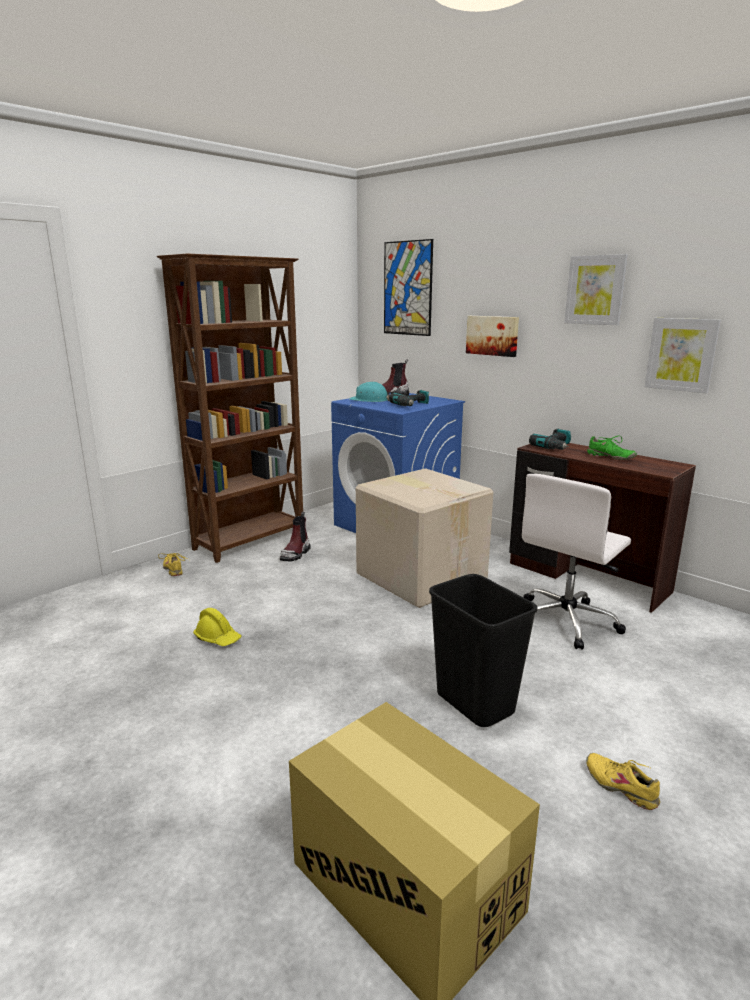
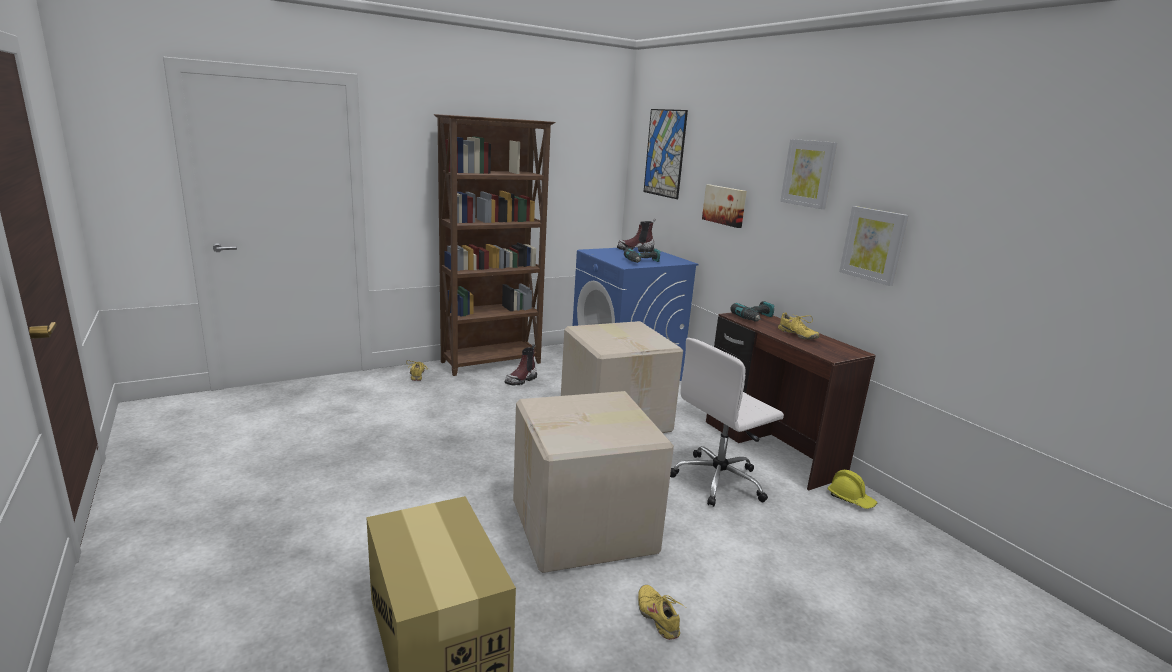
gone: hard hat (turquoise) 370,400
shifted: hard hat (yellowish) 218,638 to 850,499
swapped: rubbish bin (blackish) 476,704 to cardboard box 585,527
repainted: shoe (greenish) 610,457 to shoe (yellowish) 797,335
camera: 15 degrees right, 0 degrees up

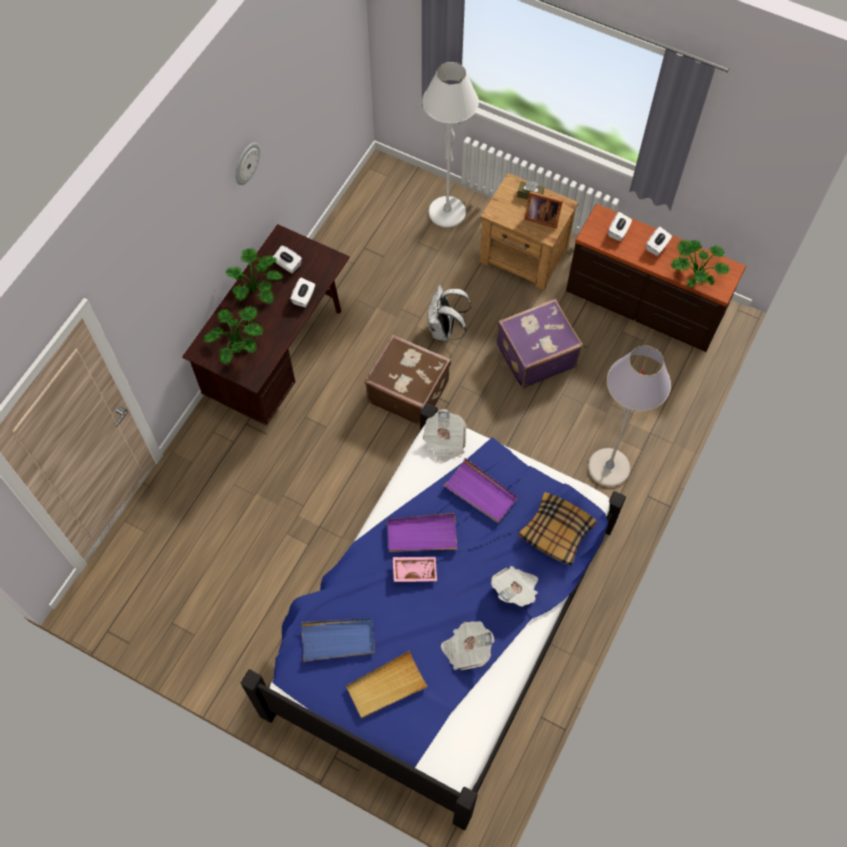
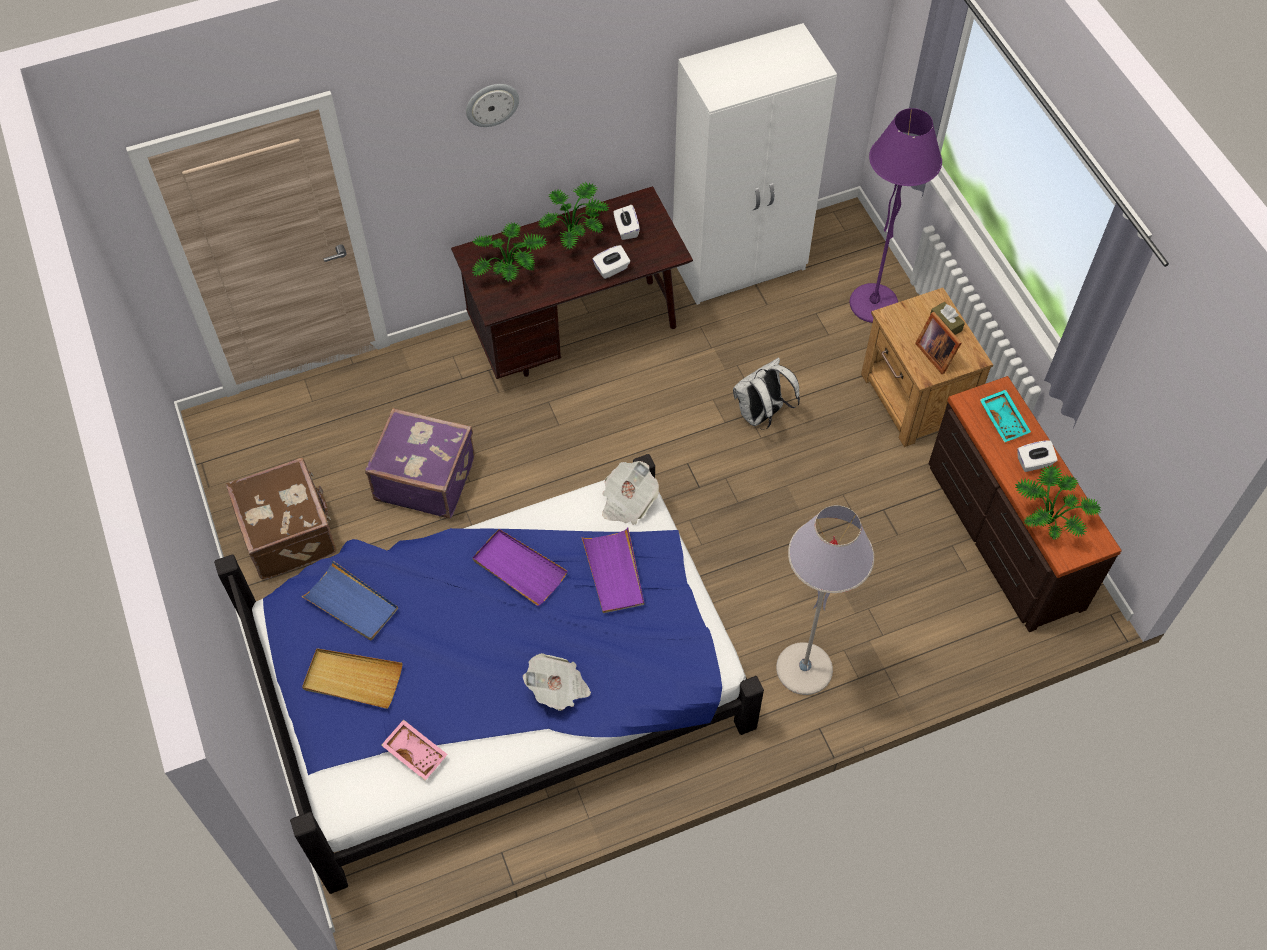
gone: pillow 556,532; printed paper 466,649
new: armoire (white-coloured) 740,265
shifted: clock on the wall 246,163 to 492,104; travel case (purplish) 534,355 to 425,478; travel case (brown-coloured) 408,390 to 290,533; carrying tray (pink) 414,570 to 416,752
swapped: box of tissues (white-coloured) 618,232 to carrying tray (turquoise) 1004,419
repainted: standard lamp (white-coloured) 447,212 to standard lamp (purplish) 874,304
camera: 40 degrees right, 5 degrees down

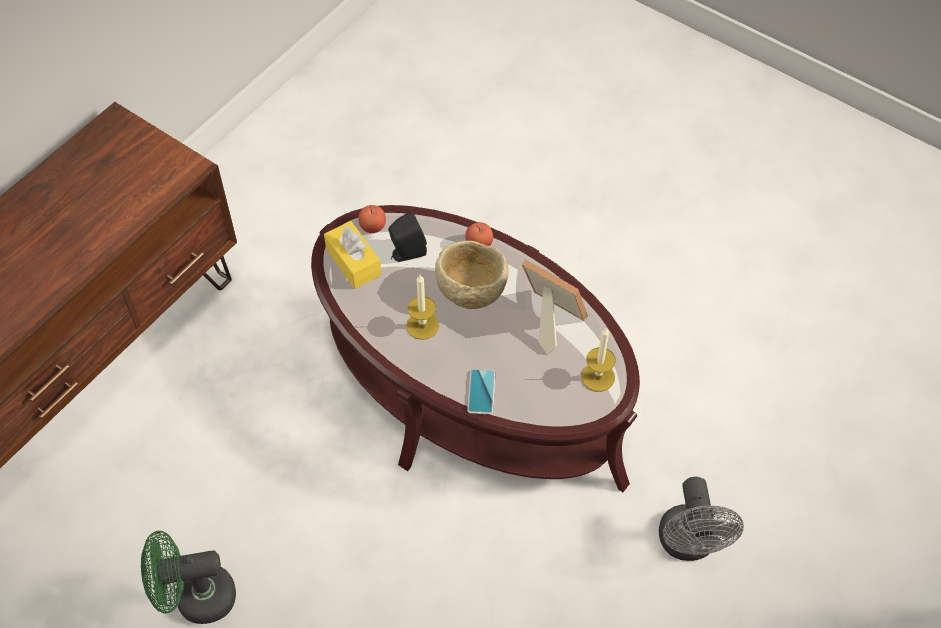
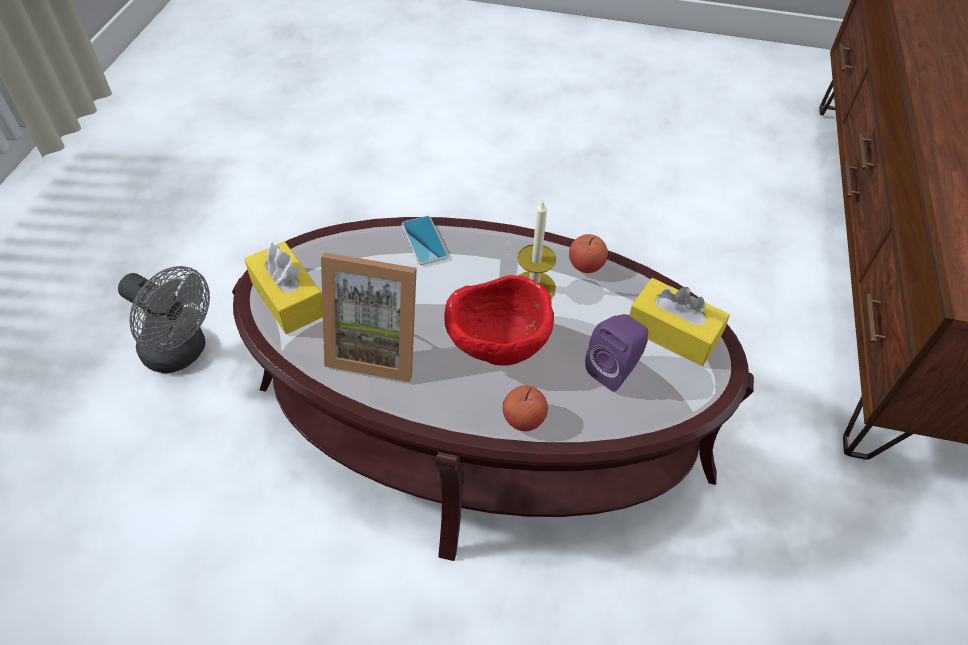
gone: cooling fan (greenish) 195,598
shifted: whole apple 372,226 to 586,265
swapped: wax light 598,377 to box of tissues (yellowish) 288,298
repainted: loudspeaker (blackish) 406,253 to loudspeaker (purplish) 614,369; serving bowl (beige) 471,291 to serving bowl (red) 497,348
rotated: cooling fan (greyish) 689,545 = 182,353 150 degrees clockwise
camera: 155 degrees right, 5 degrees down

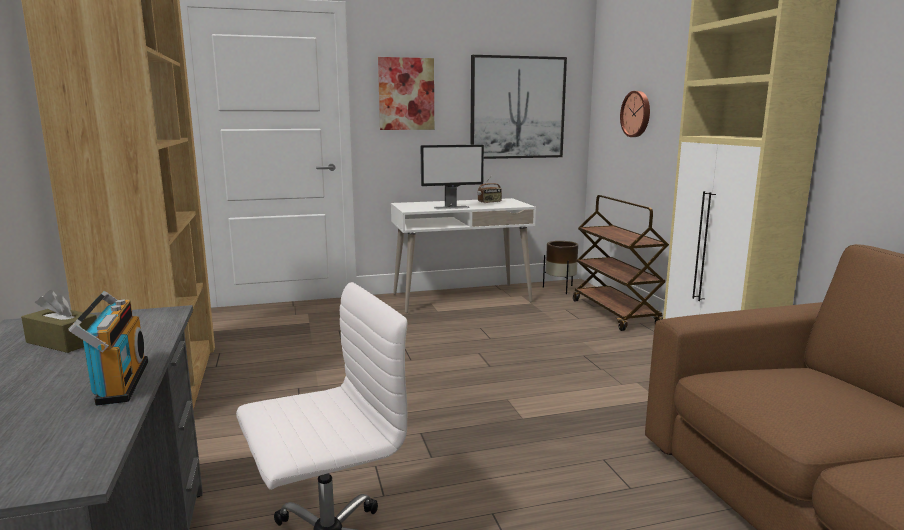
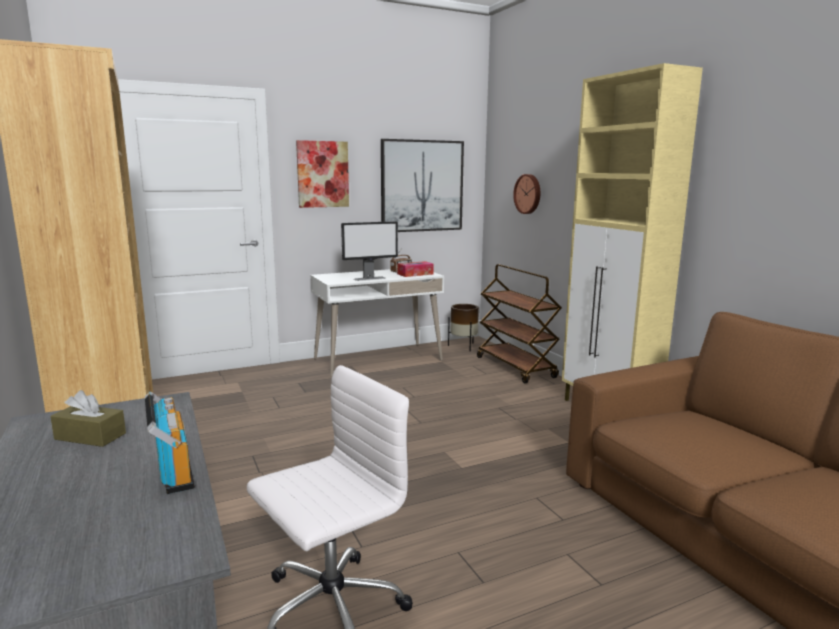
new: box of tissues 415,274
camera: 10 degrees left, 0 degrees up

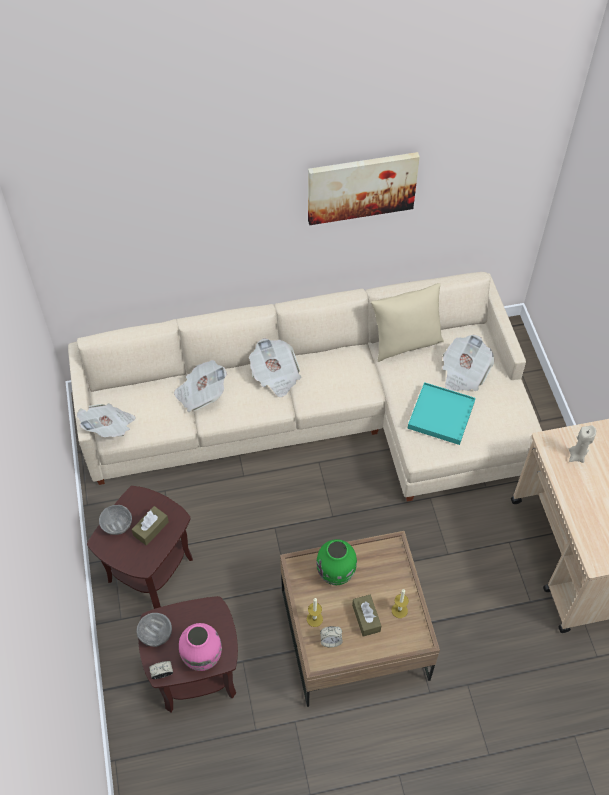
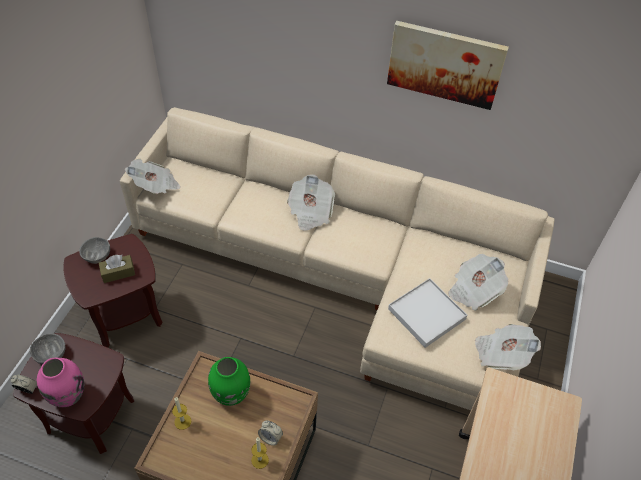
gone: pillow (beige) 405,343; wax light (beige) 577,456; box of tissues (brown-coloured) 366,618
shifted: printed paper 201,394 to 501,354; bedside clock 331,641 to 270,438
repainted: carrying tray (turquoise) 441,415 to carrying tray (white-coloured) 426,314
camera: 30 degrees right, 5 degrees down

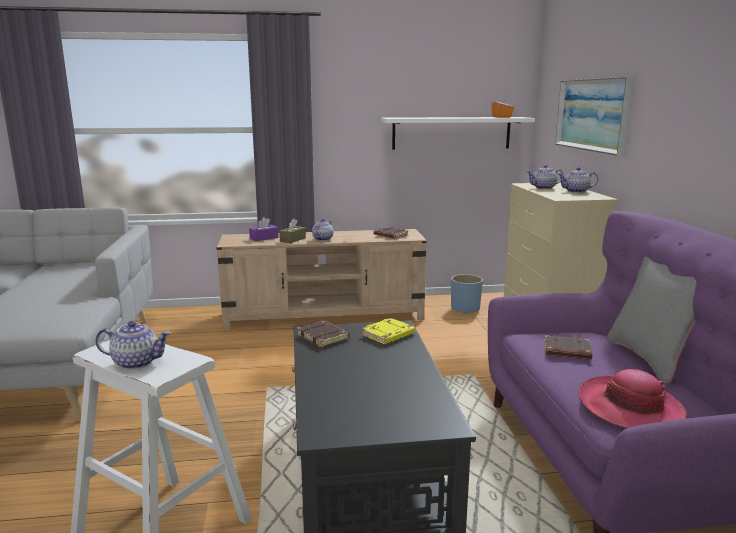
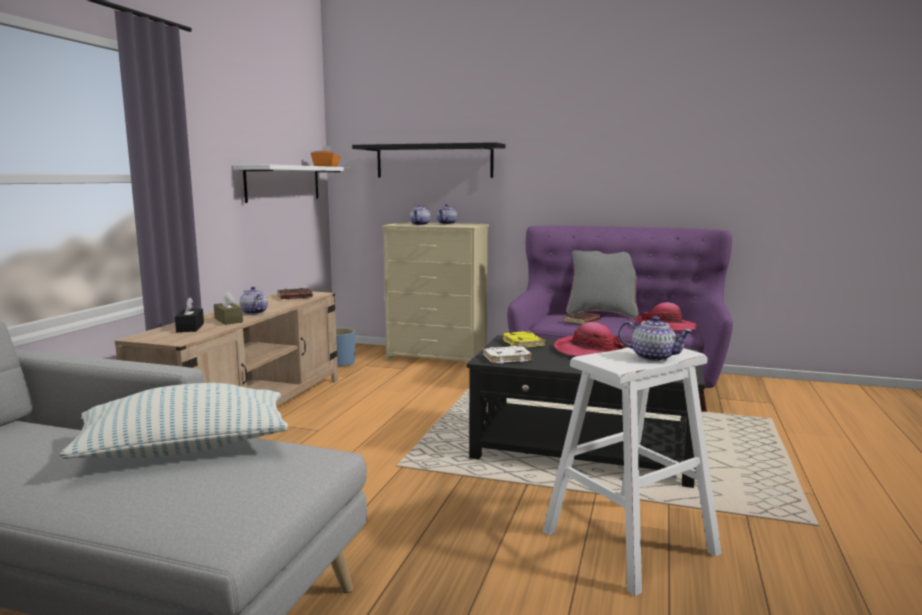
new: wearable hat 590,350; pillow 185,449
swapped: wall picture 592,114 to wall shelf (blackish) 434,161
repainted: box of tissues (purplish) 264,238 to box of tissues (blackish) 190,327; bound book (brown-coloured) 324,337 to bound book (white-coloured) 507,358
rotated: pot for tea 137,362 = 653,357 90 degrees clockwise
camera: 65 degrees left, 5 degrees down

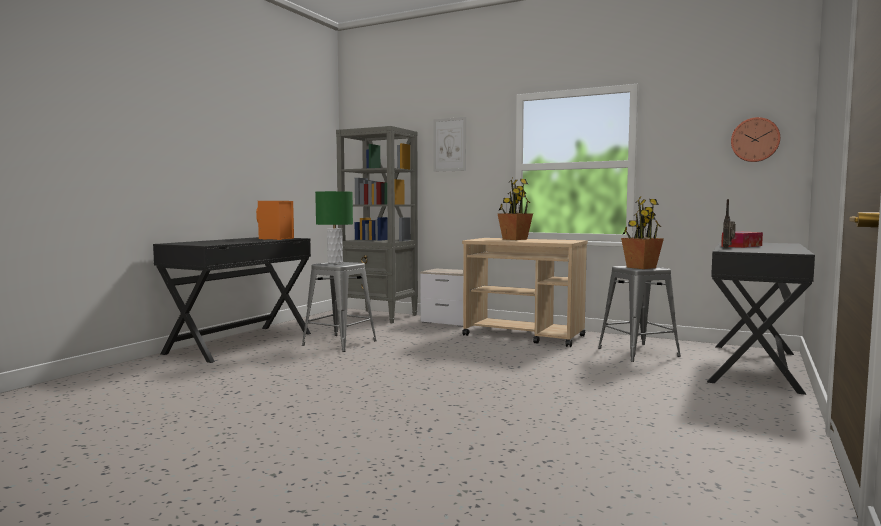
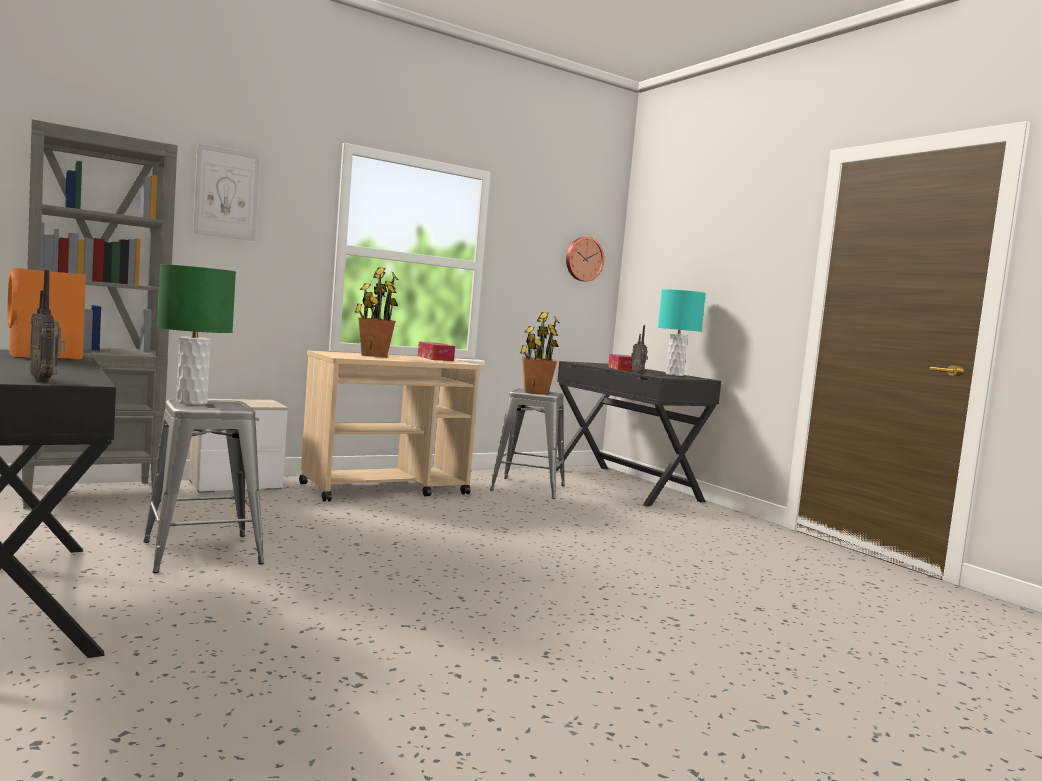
new: radio set 45,380; table lamp (turquoise) 675,375; box of tissues 435,358
camera: 60 degrees left, 0 degrees up

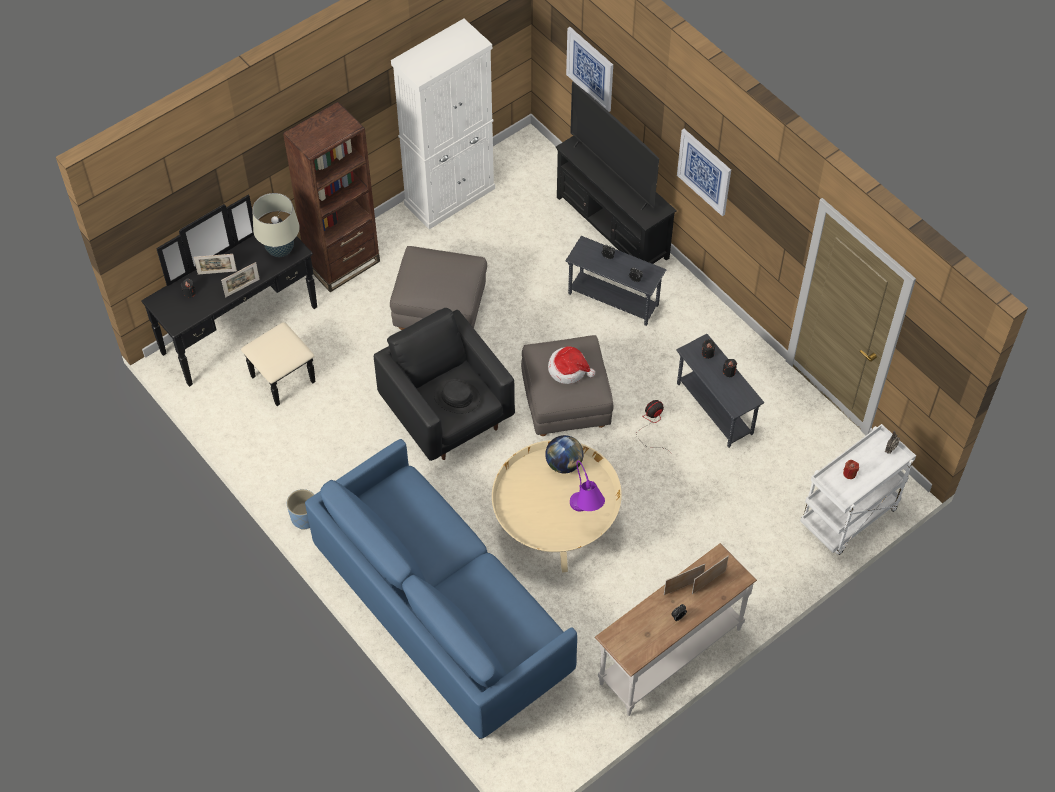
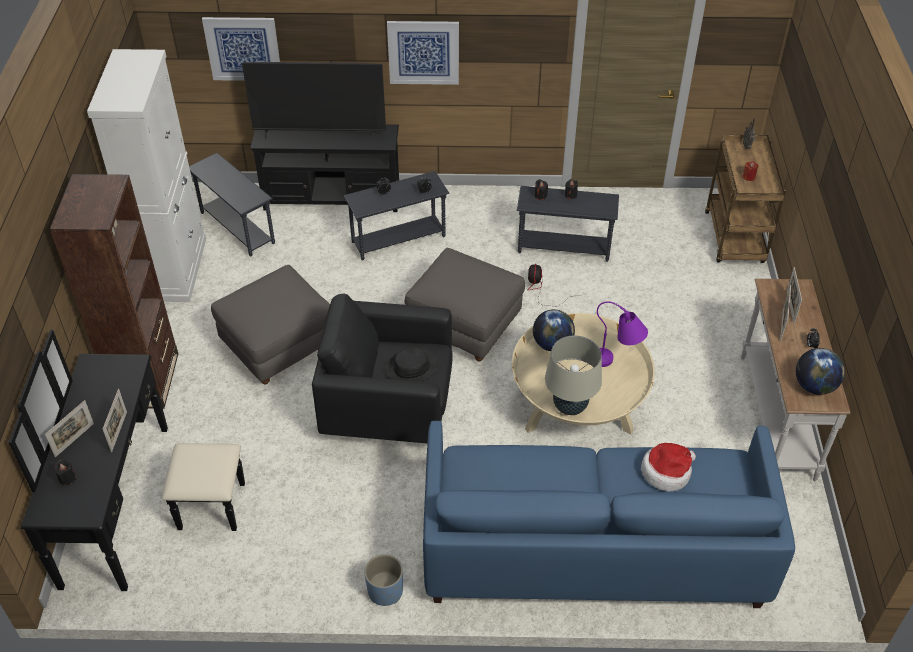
new: end table (greyish) 237,228; globe 814,386
shifted: table lamp (beige) 280,250 to 570,406; wearable hat 568,369 to 666,472
repainted: wheeled cart (white-coloured) 848,518 to wheeled cart (brown-coloured) 735,239
camera: 50 degrees left, 10 degrees down

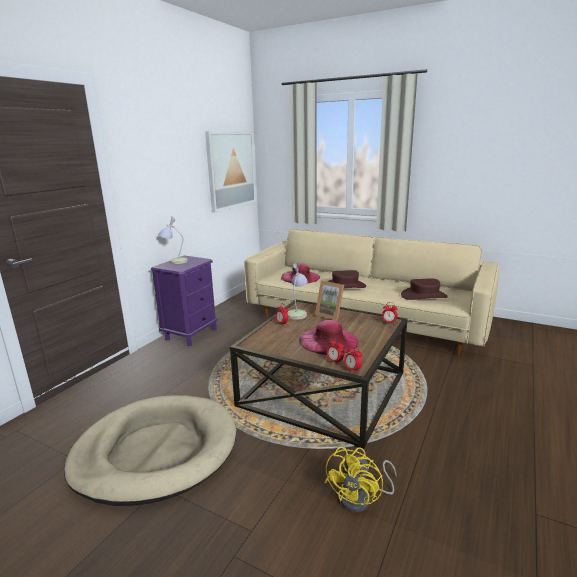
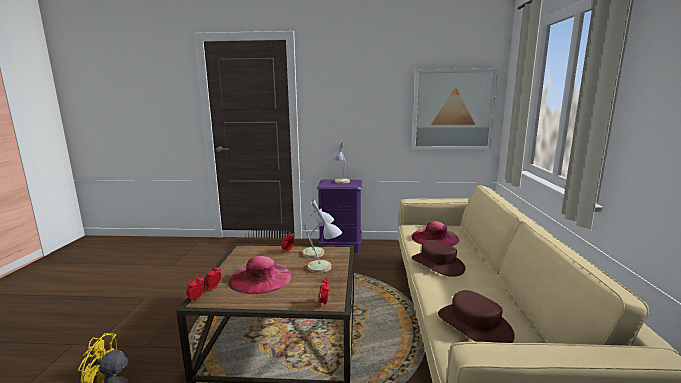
gone: dog cushion (beige) 156,451
swapped: picture frame 330,315 to table lamp 325,267
camera: 65 degrees right, 5 degrees down

